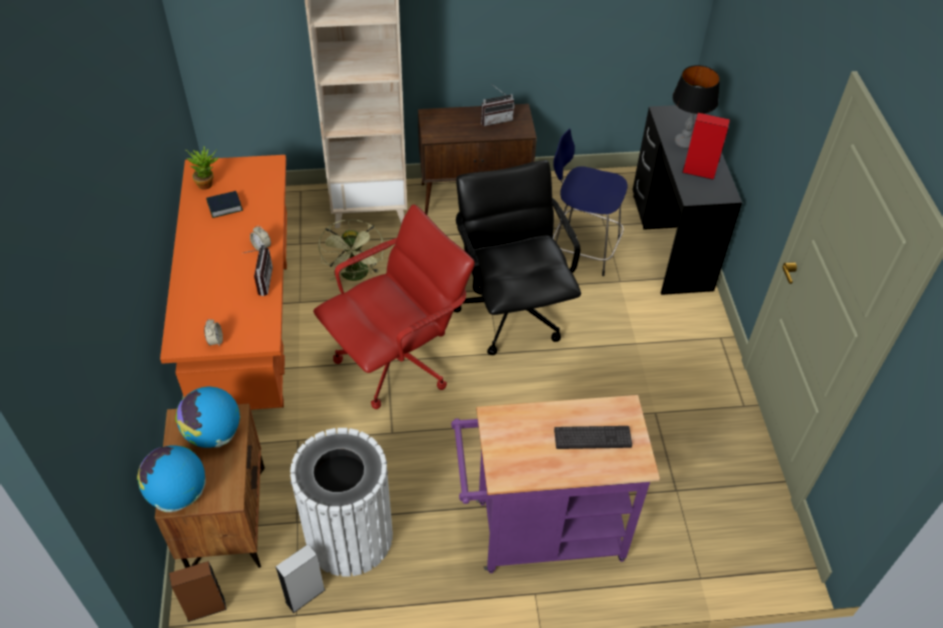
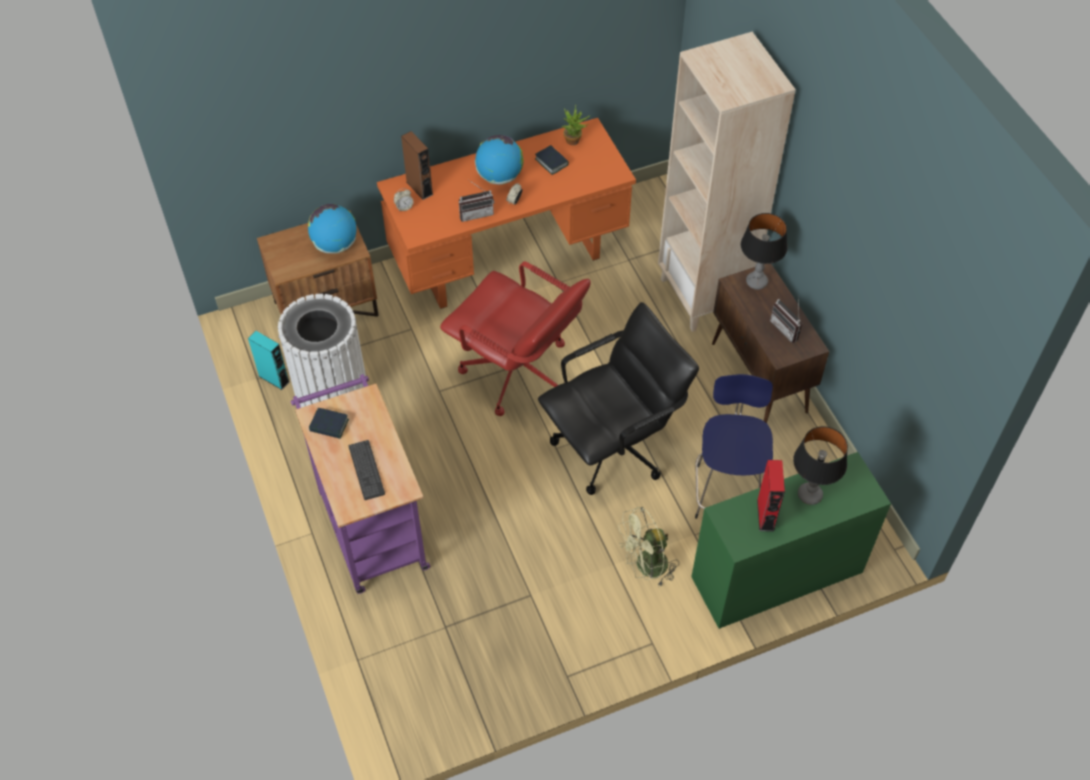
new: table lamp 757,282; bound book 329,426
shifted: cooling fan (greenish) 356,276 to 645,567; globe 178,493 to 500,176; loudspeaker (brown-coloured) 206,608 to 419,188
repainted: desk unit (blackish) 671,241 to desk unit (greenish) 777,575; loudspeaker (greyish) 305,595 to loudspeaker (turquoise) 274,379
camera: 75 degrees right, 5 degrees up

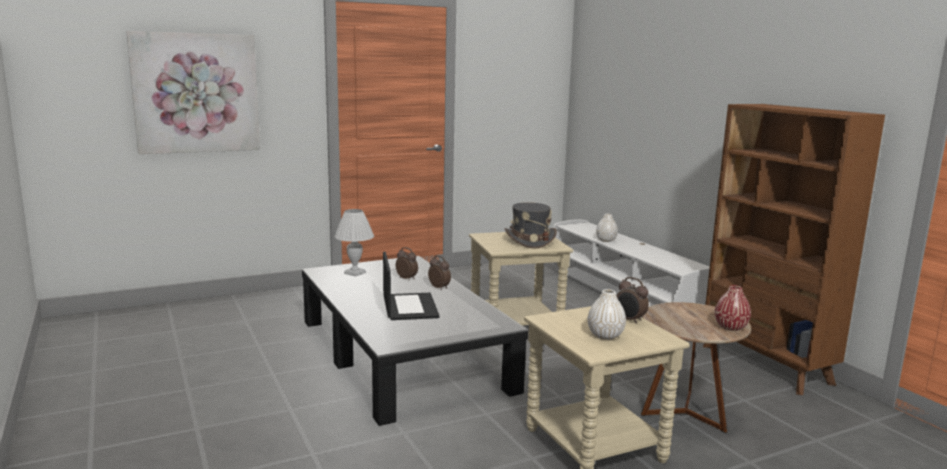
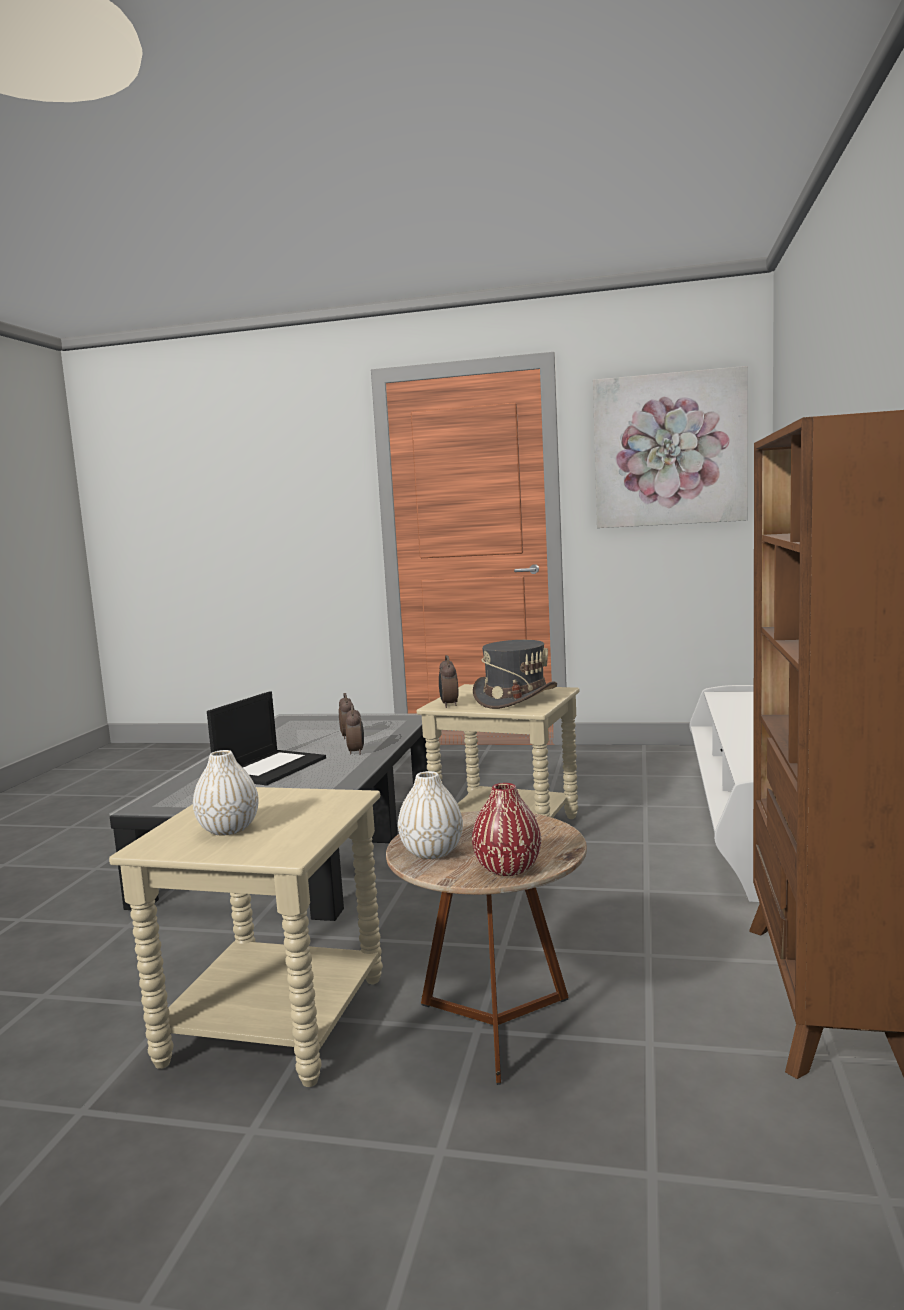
gone: table lamp (white-coloured) 355,273
shifted: wall picture 196,93 to 669,450; flower vase (white-coloured) 606,240 to 432,852; bedside clock 630,320 to 449,705
camera: 40 degrees right, 5 degrees down

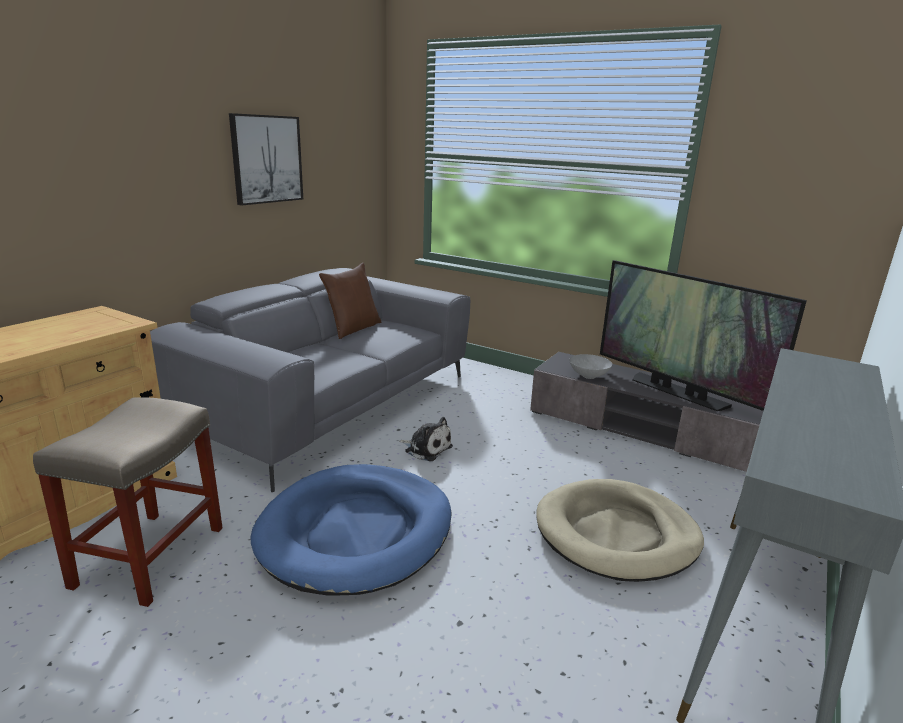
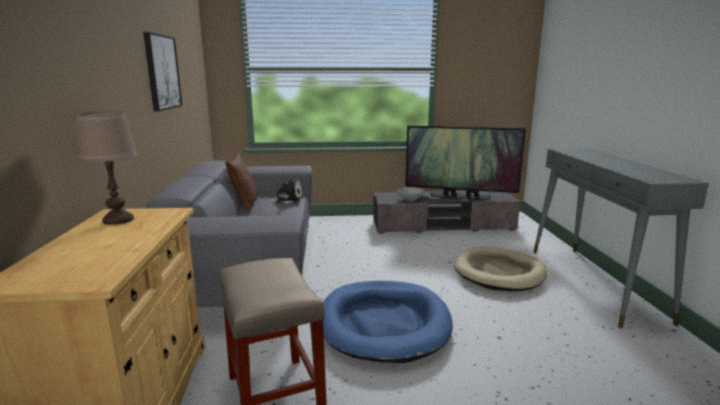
new: table lamp (brown-coloured) 118,220
shifted: cuddly toy 426,448 to 287,200
camera: 35 degrees left, 5 degrees down

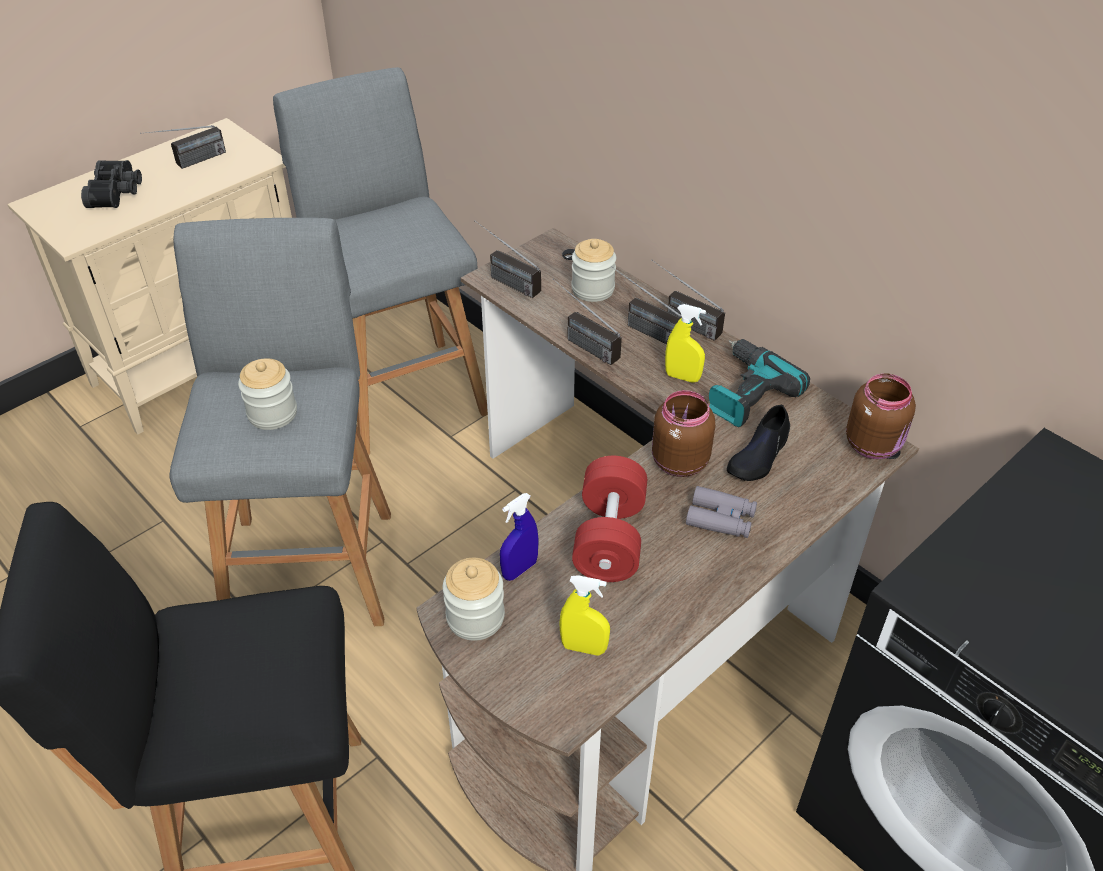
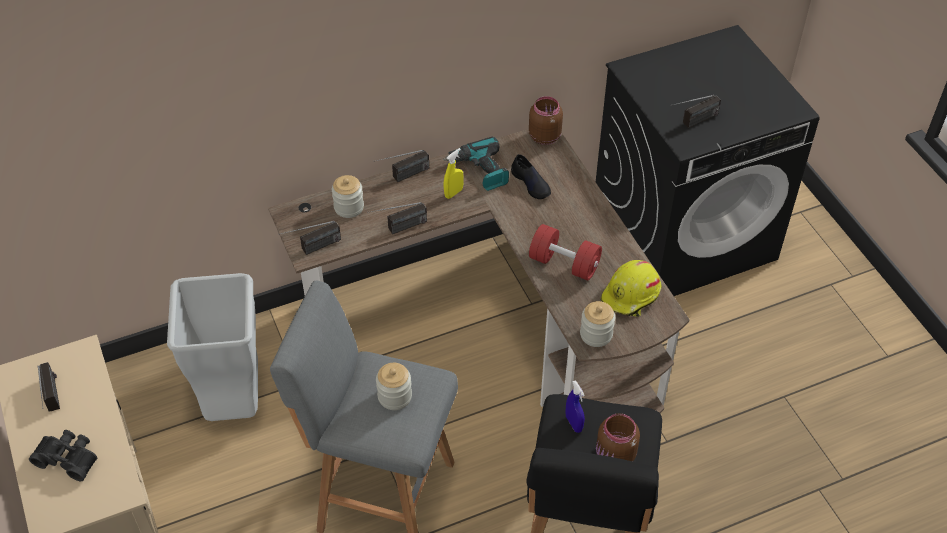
gone: binoculars (greyish) 720,518
shifted: radio set 640,328 to 693,123; preserve jar (brown-coloured) 677,462 to 615,456; spray bottle (blue) 519,569 to 573,423
swapped: stool (greyish) 402,392 to rubbish bin (greyish) 234,401; spray bottle (yellowish) 584,647 to hard hat (yellowish) 631,295
camera: 70 degrees left, 5 degrees up

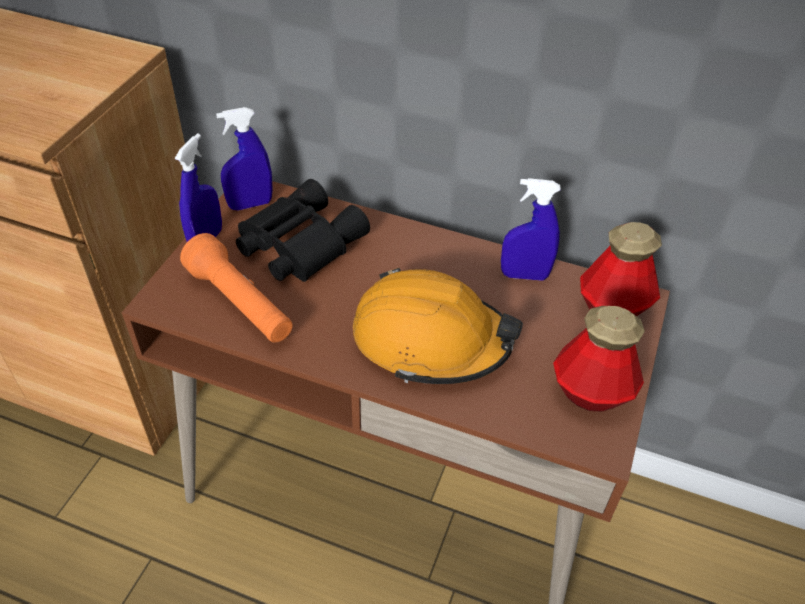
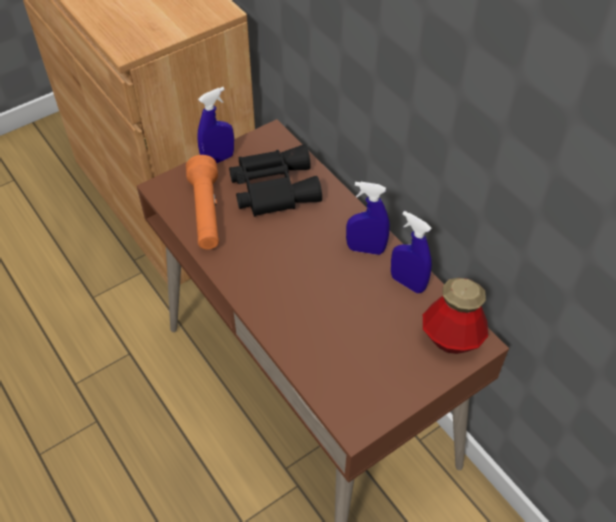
gone: hard hat (orange) 431,340; drink bottle 591,392
shifted: spray bottle (blue) 250,204 to 365,249
camera: 35 degrees right, 5 degrees up

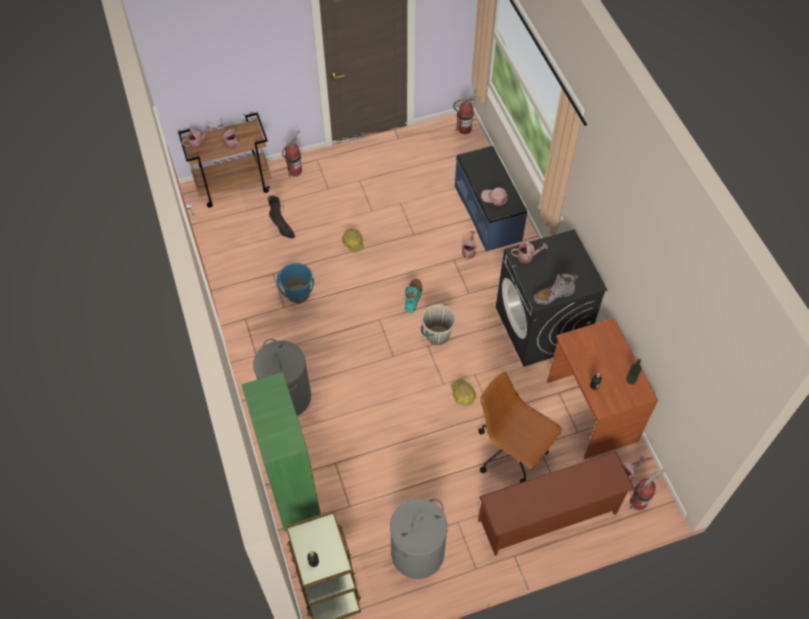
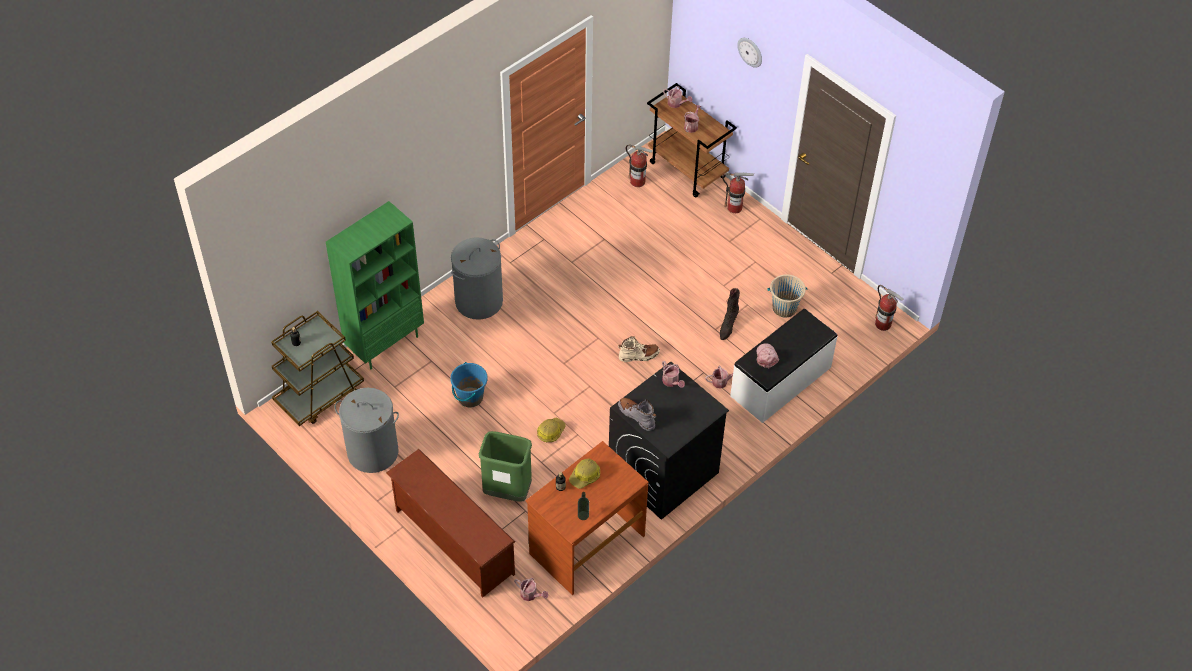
new: clock on the wall 750,51
shifted: boot (blackish) 282,228 to 728,326; hard hat 353,242 to 585,476; water bucket (blue) 298,294 to 470,397; water bucket (beige) 437,335 to 784,308; fire-fighting cylinder 638,502 to 637,181
swapped: computer chair (brown-coloured) 511,452 to rubbish bin (greenish) 507,491
repainted: bench (blue) 488,213 to bench (white-coloured) 781,382; boot (turquoise) 413,297 to boot (beige) 639,355
camera: 65 degrees right, 5 degrees down

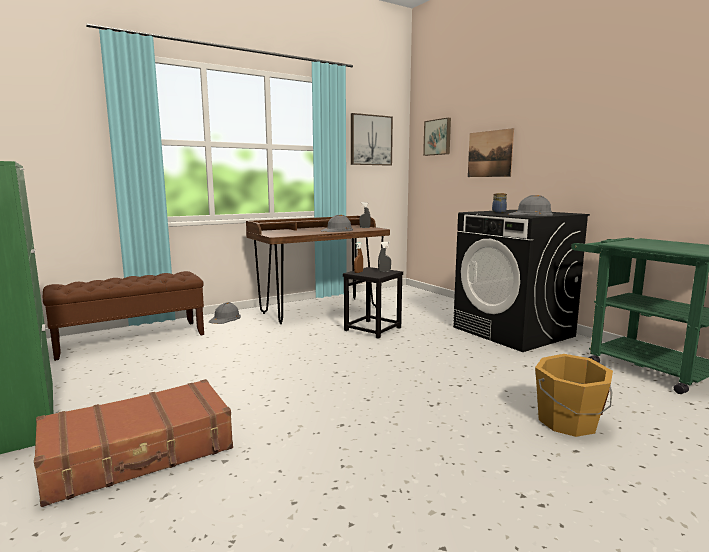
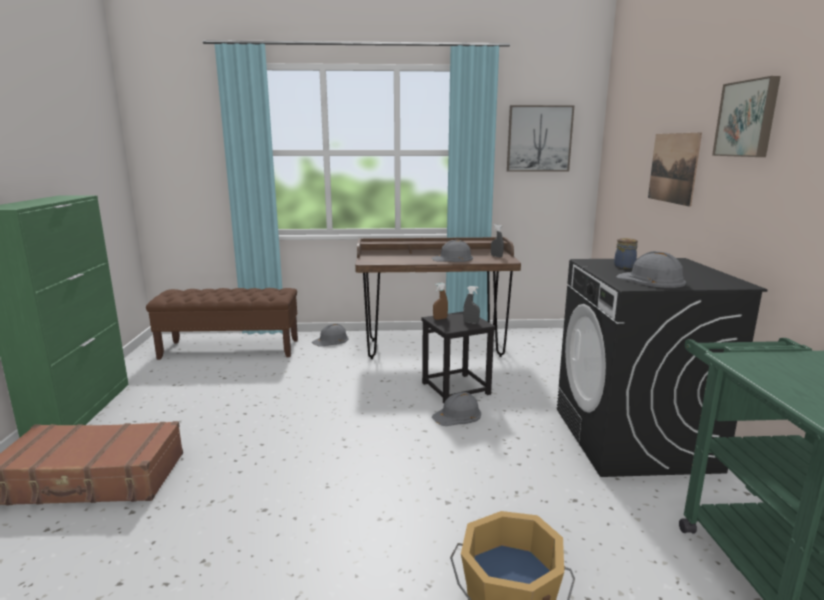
new: hard hat (greyish) 457,415
shifted: wall picture 438,137 to 747,119
camera: 30 degrees right, 5 degrees up

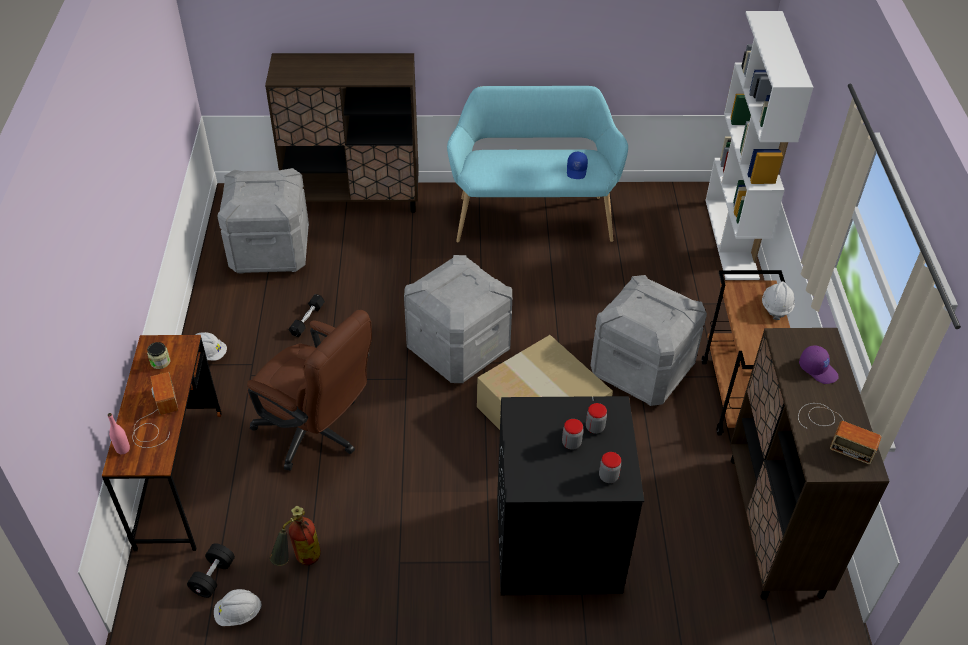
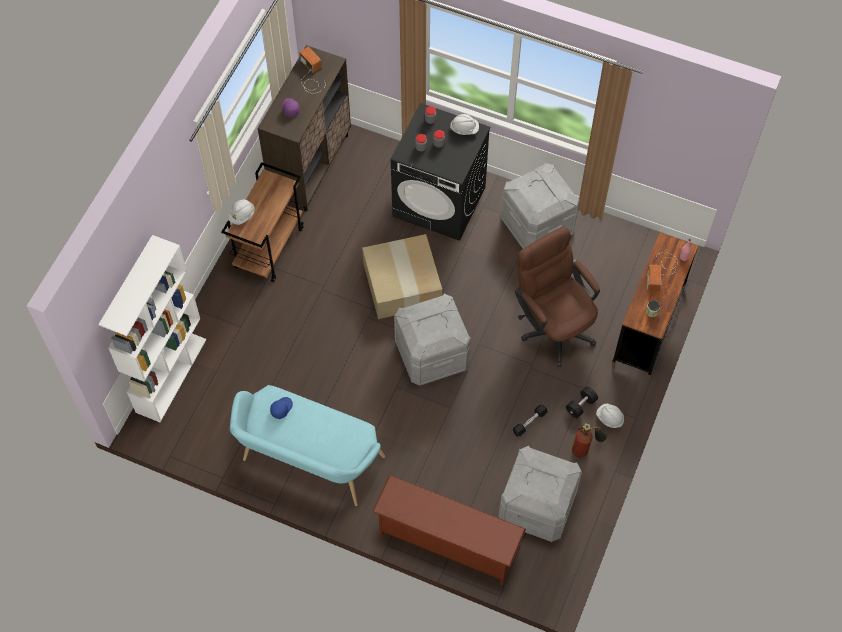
shifted: storage container (greyish) 641,370 to 537,226; fire-fighting cylinder 299,562 to 586,448; dumbbell (blackish) 213,577 to 581,406; hard hat (white-coloured) 238,614 to 464,129
swapped: cupboard (brown-coloured) 354,198 to shoe stand (brown-coloured) 447,543
camera: 155 degrees left, 15 degrees up

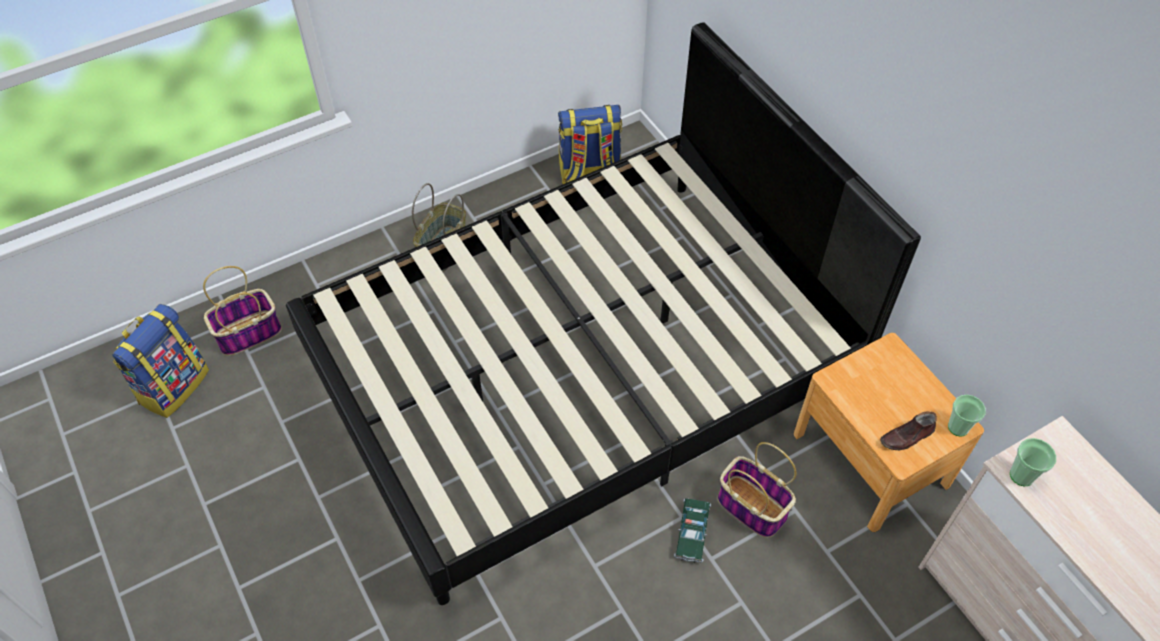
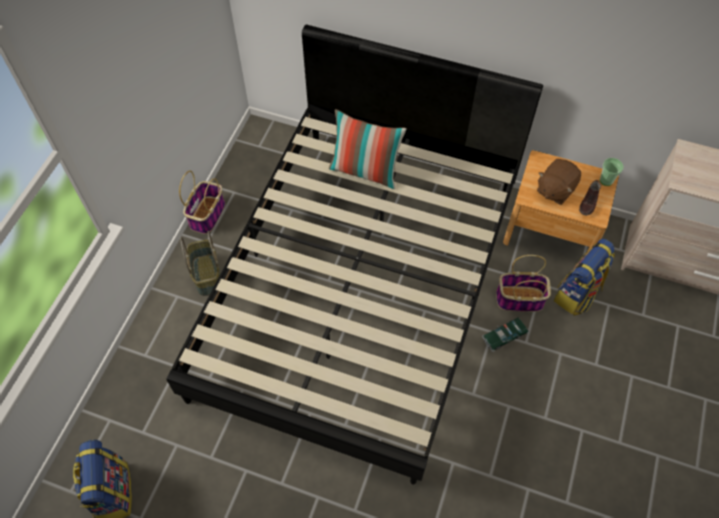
gone: drinking cup 1022,475
new: pillow 365,171; cuddly toy (brown-coloured) 555,190
shifted: backpack 589,174 to 577,294; basket 249,333 to 207,214
rotated: toy car 692,533 = 504,336 90 degrees clockwise
camera: 40 degrees left, 5 degrees up

